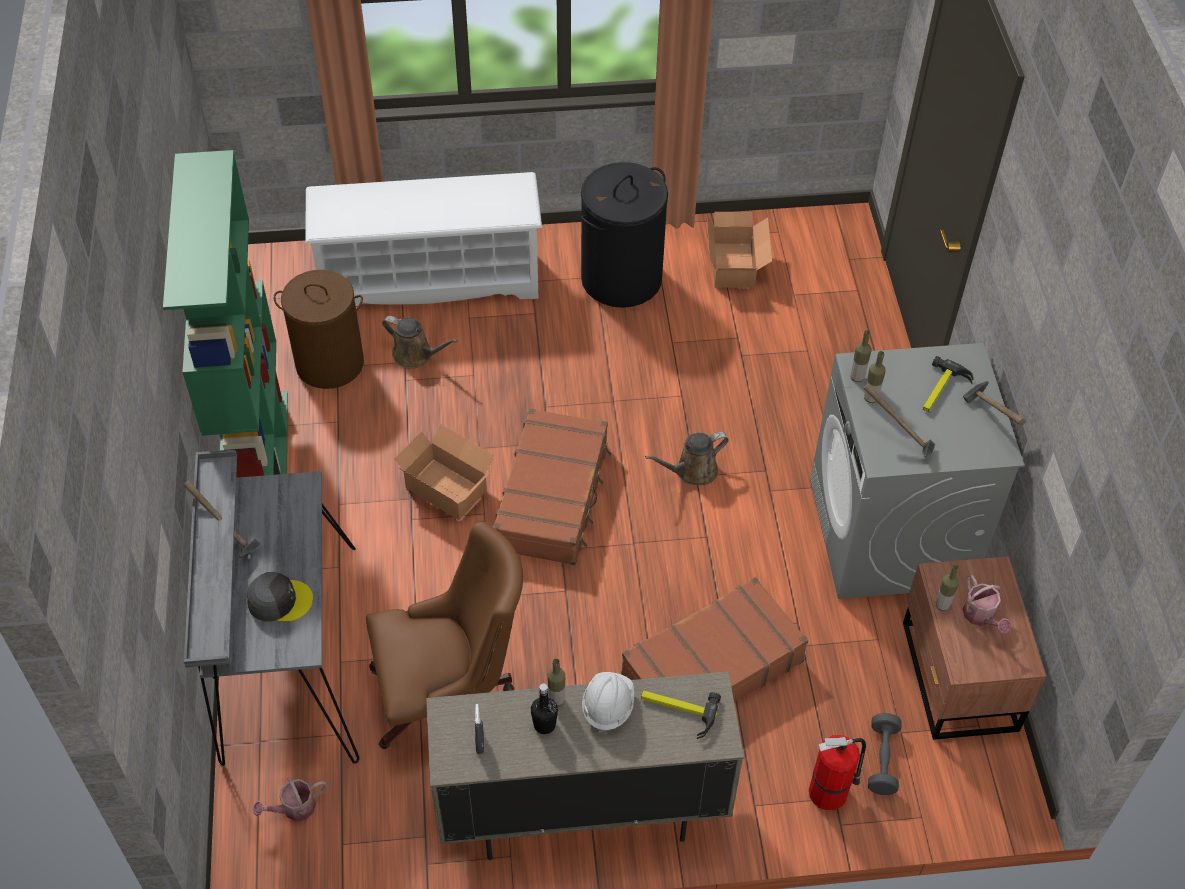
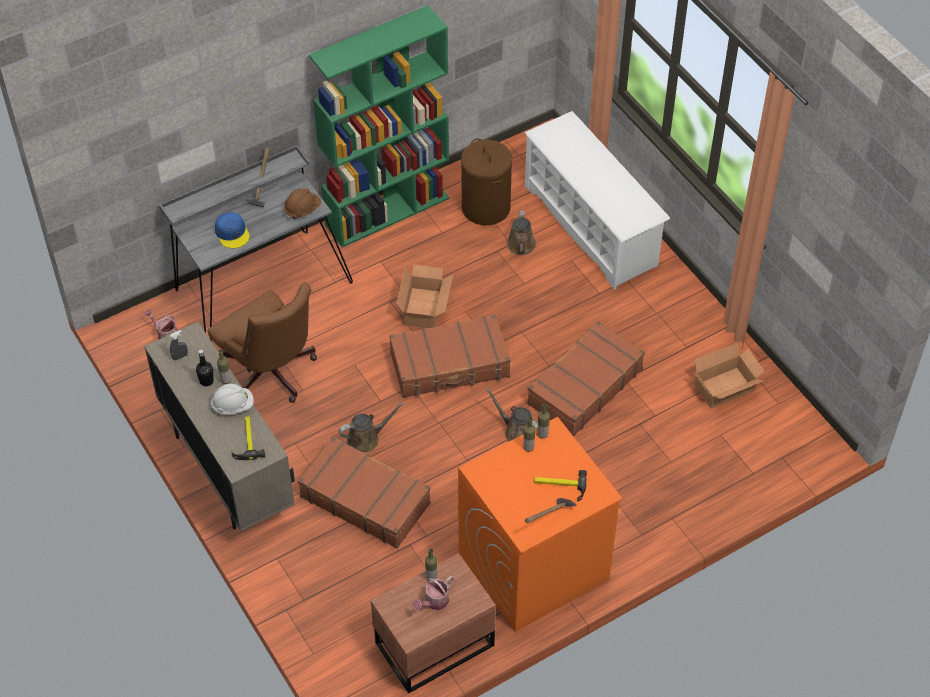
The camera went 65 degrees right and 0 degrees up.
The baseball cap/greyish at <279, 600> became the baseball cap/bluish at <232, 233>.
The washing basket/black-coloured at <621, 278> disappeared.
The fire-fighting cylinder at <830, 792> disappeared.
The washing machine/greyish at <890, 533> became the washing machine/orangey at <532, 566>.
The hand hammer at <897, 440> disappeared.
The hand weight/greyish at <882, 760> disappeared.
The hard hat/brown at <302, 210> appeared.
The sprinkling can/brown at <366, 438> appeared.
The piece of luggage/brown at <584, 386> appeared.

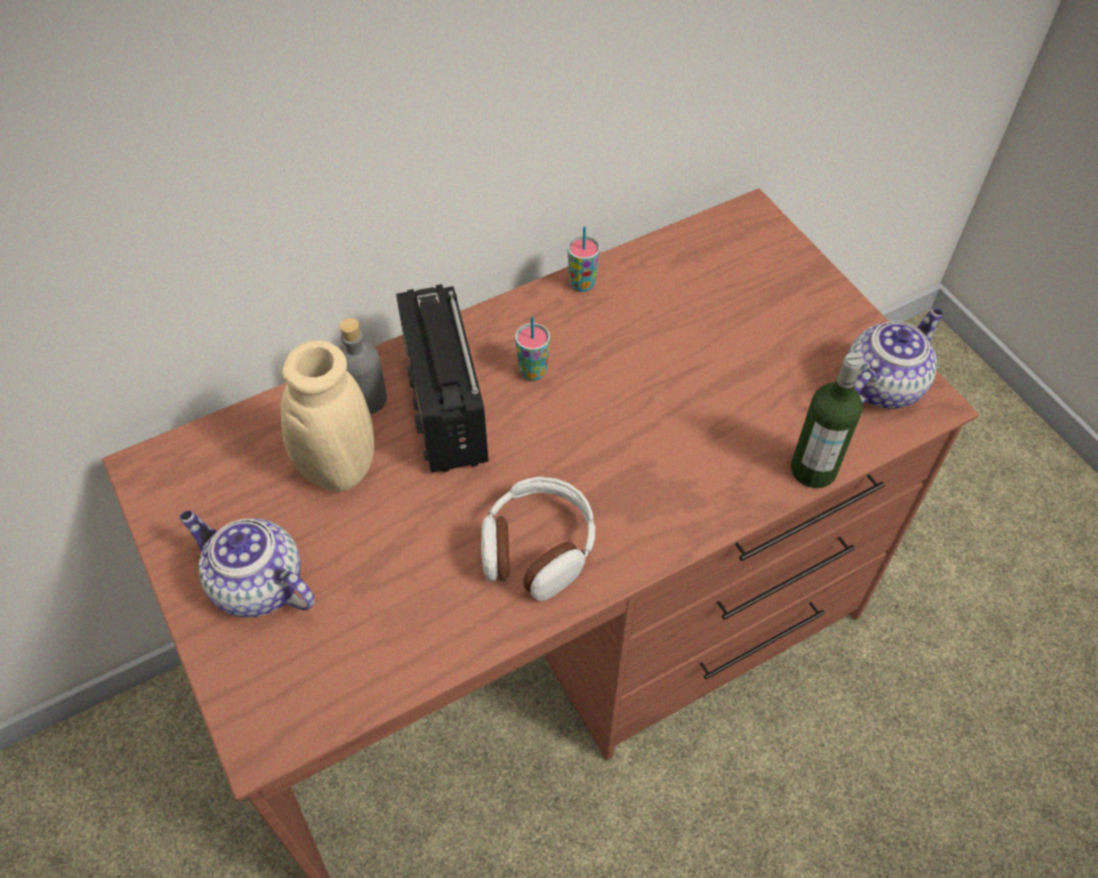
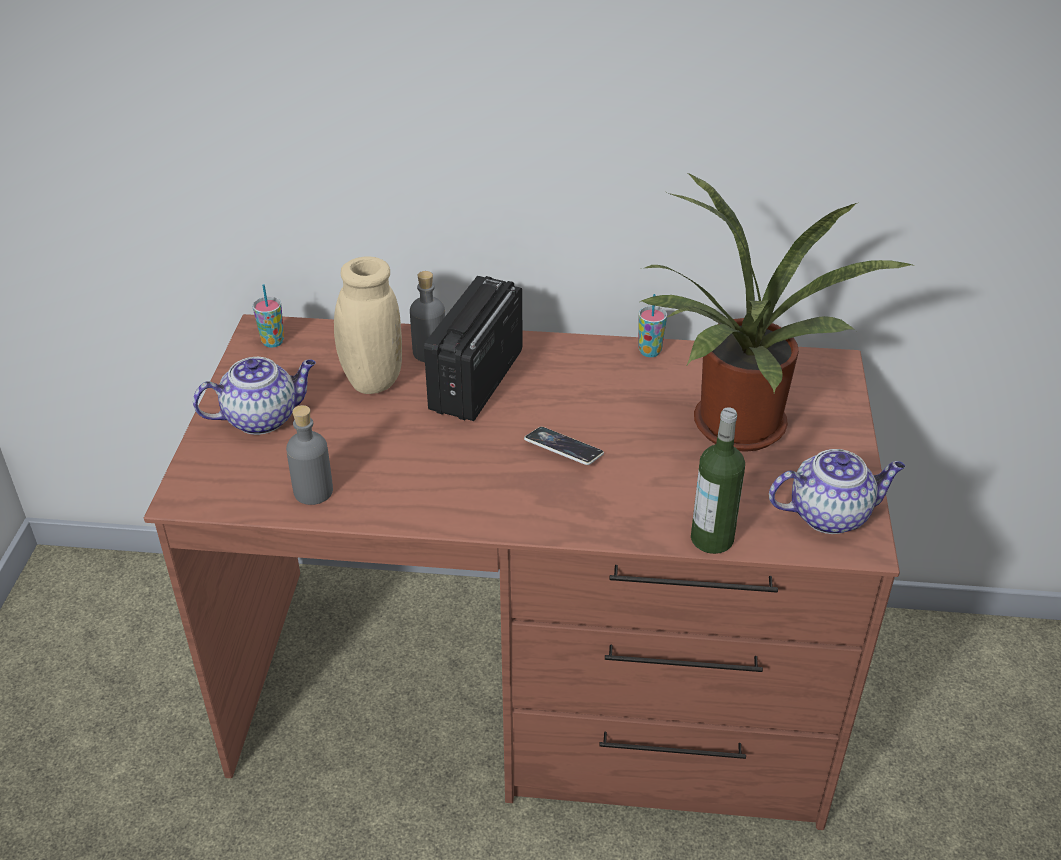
The camera went 35 degrees right and 15 degrees down.
The tea pot at <256, 585> turned 90 degrees clockwise.
The pair of headphones at <537, 547> disappeared.
The small cup moved from <533, 371> to <273, 342>.
The bottle/greyish at <313, 491> appeared.
The phone at <563, 449> appeared.
The potted plant at <736, 432> appeared.

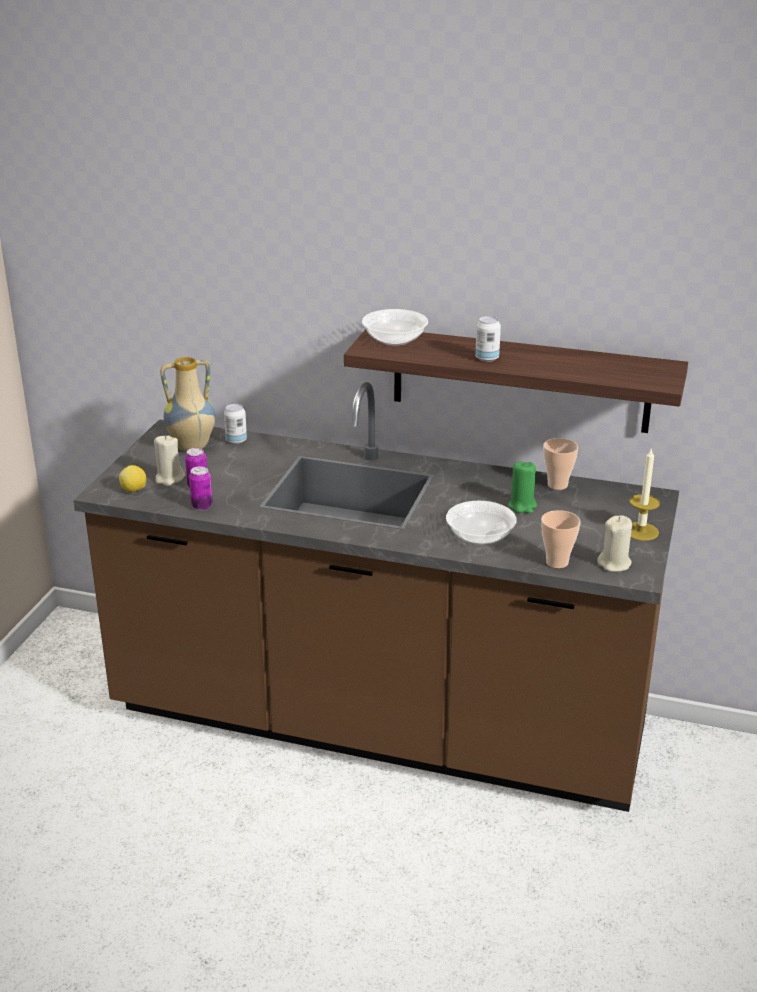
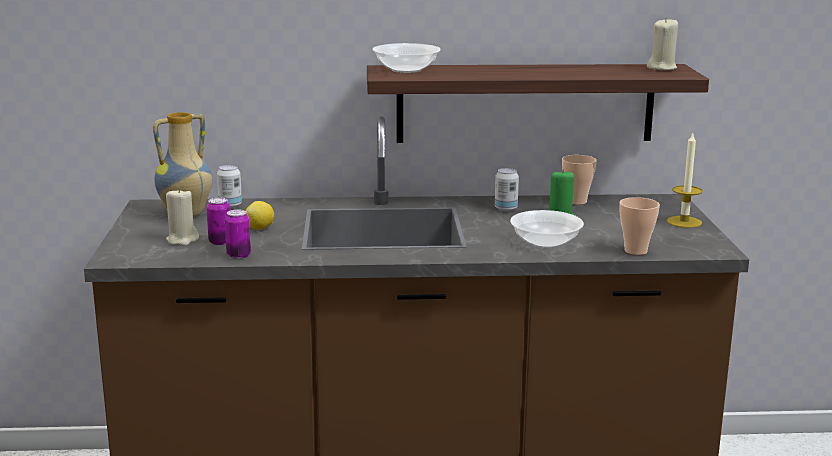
The camera went 20 degrees left and 10 degrees down.
The citrus fruit moved from <134, 490> to <260, 228>.
The metal can moved from <487, 358> to <506, 209>.
The wax light/sand-coloured moved from <614, 564> to <662, 68>.

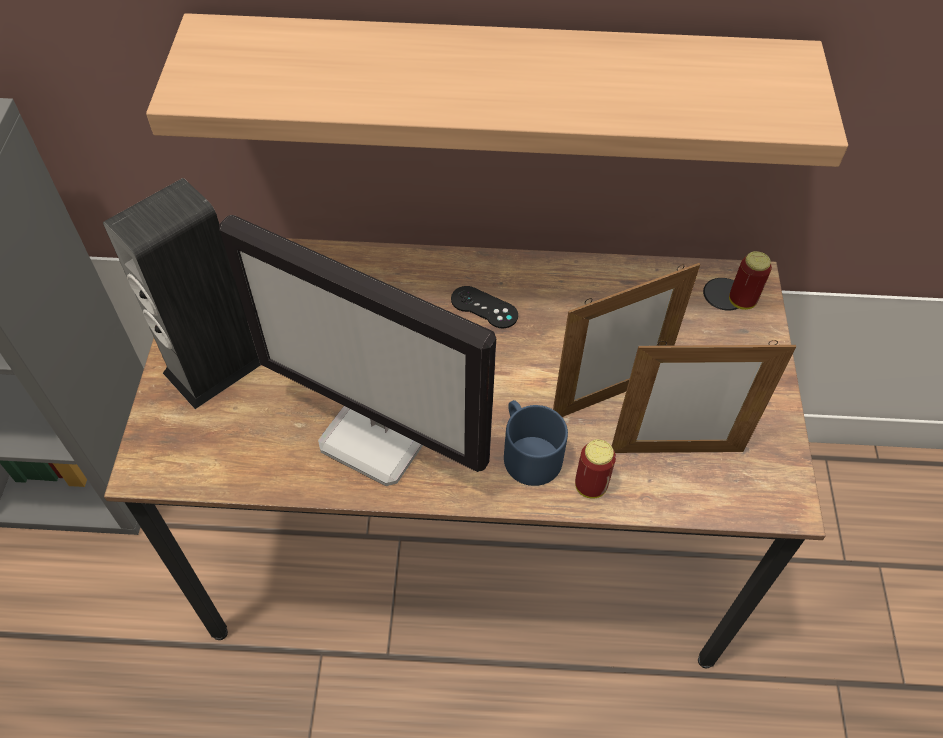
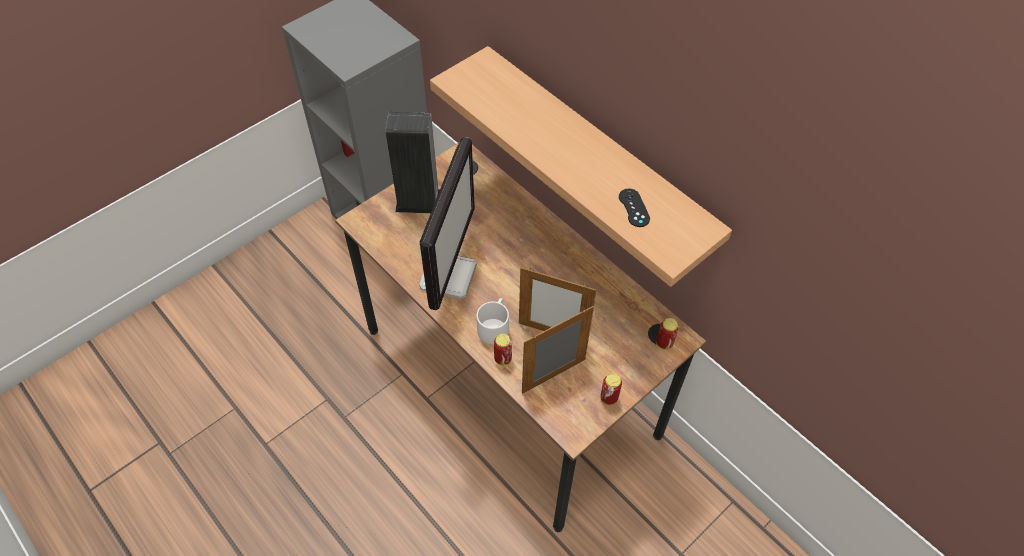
The camera went 45 degrees right and 0 degrees up.
The computer screen at <381, 435> turned 150 degrees counterclockwise.
The game controller/black-coloured moved from <484, 307> to <634, 208>.
The coffee mug/bluish at <526, 452> became the coffee mug/white-coloured at <494, 326>.
The photo frame at <676, 451> turned 105 degrees clockwise.
The metal can at <608, 398> appeared.

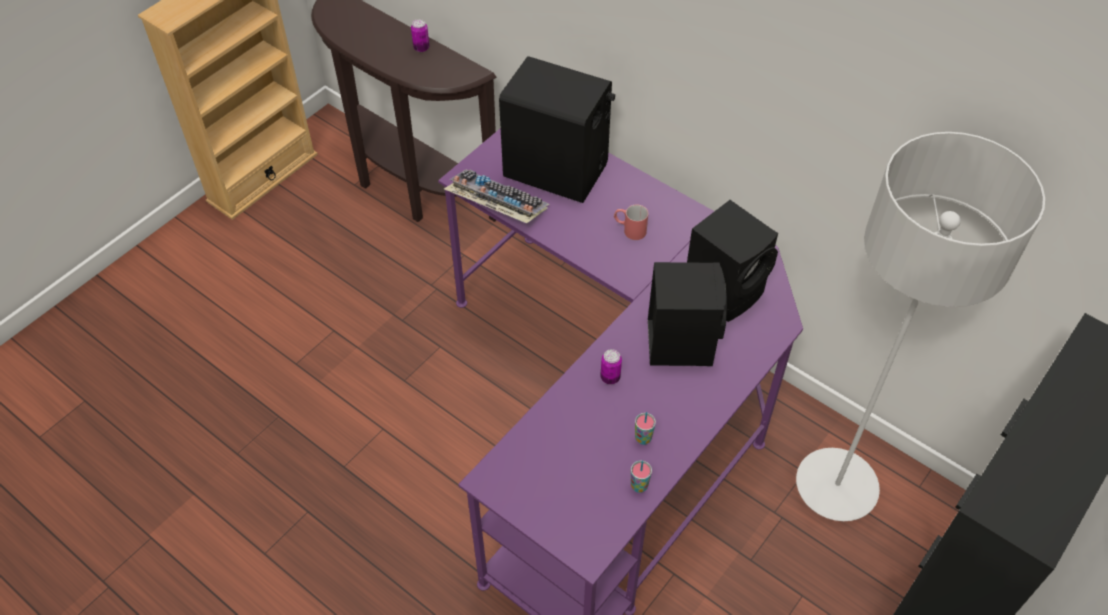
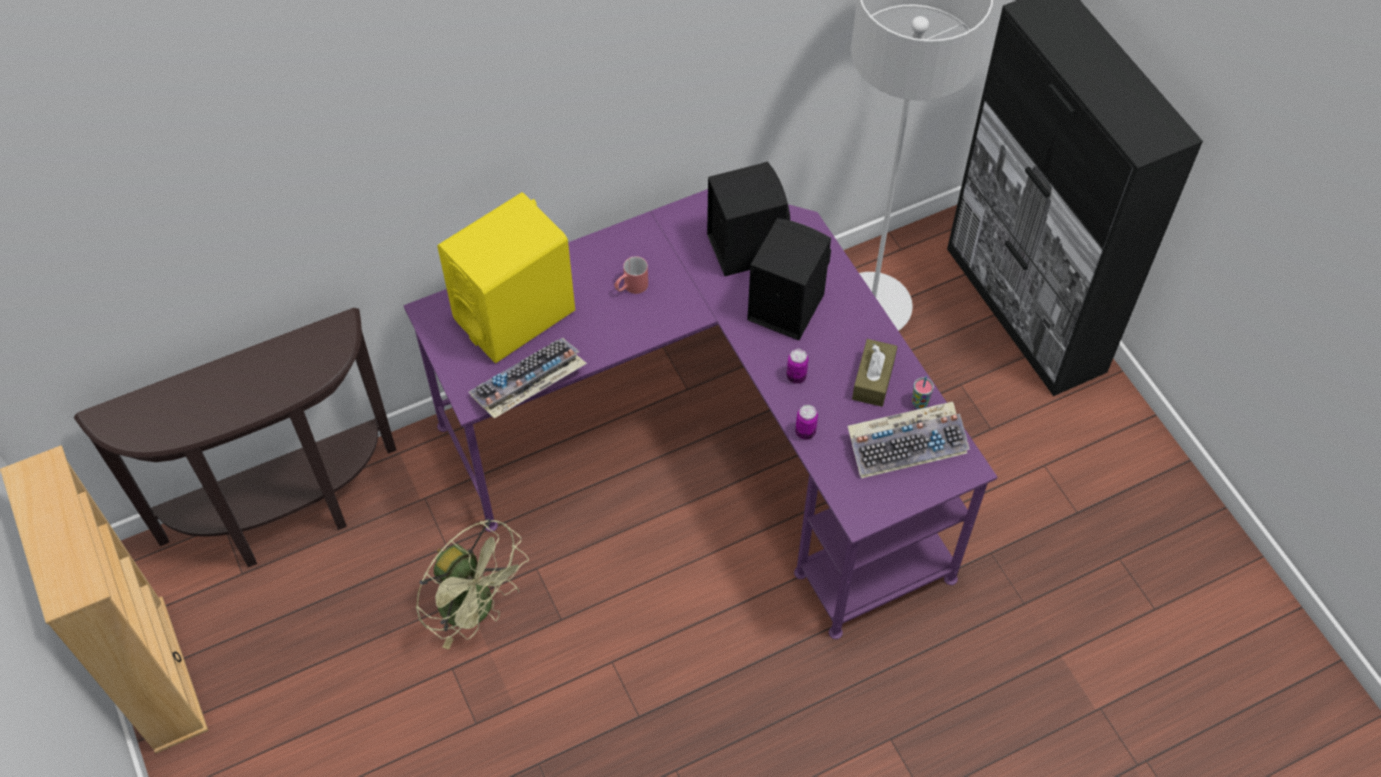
The camera went 65 degrees left and 5 degrees up.
The metal can moved from <421, 48> to <805, 432>.
The speaker/black-coloured at <556, 170> became the speaker/yellow at <515, 315>.
The small cup at <643, 438> was replaced by the box of tissues/brown at <873, 379>.
The fan/green at <476, 609> appeared.
The computer keyboard at <907, 444> appeared.

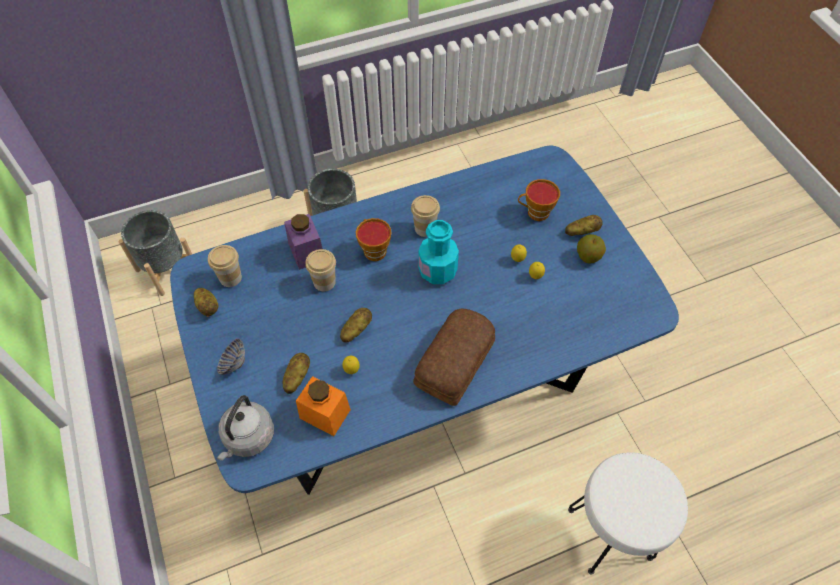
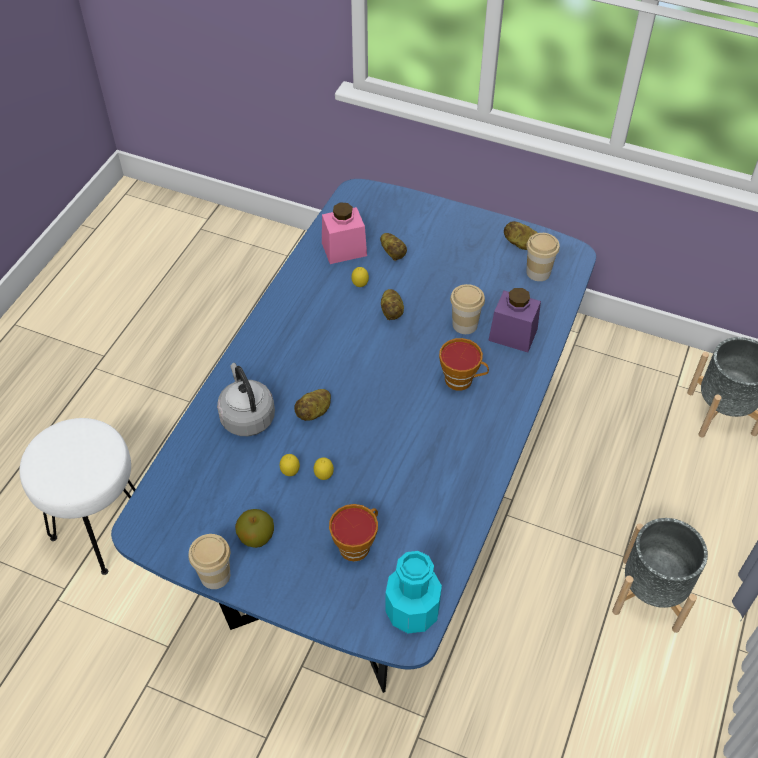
The camera went 135 degrees right and 5 degrees down.
The serving bowl at <233, 363> disappeared.
The tea kettle/greyish moved from <248, 438> to <246, 416>.
The storage jar/orangey at <325, 414> became the storage jar/pink-coloured at <344, 249>.
The small cup moved from <425, 228> to <215, 575>.
The bakery bread at <457, 362> disappeared.
The bottle/blue-green moved from <437, 271> to <412, 611>.
The potato moved from <581, 232> to <314, 412>.

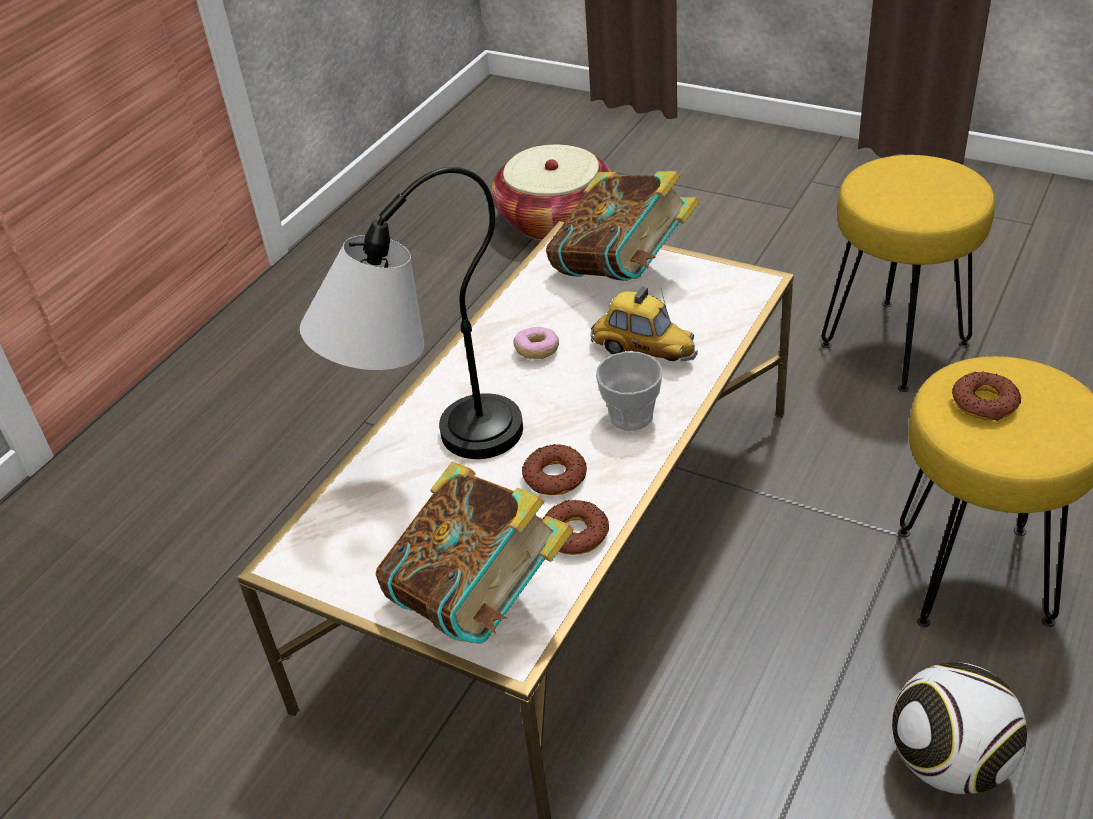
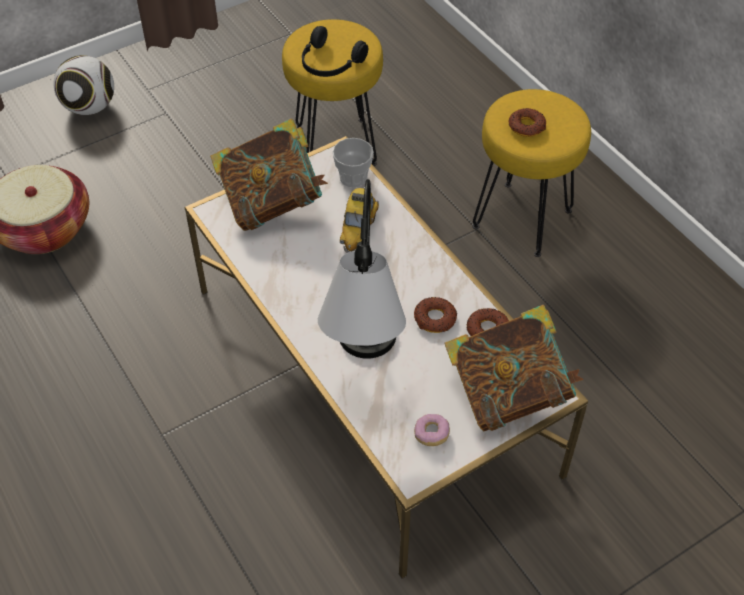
The camera went 65 degrees left and 10 degrees up.
The doughnut moved from <537, 351> to <431, 434>.
The model car at <643, 351> turned 135 degrees clockwise.
The small cup moved from <631, 416> to <353, 177>.
The football moved from <949, 763> to <90, 108>.
The pair of headphones/black-coloured at <329, 64> appeared.

